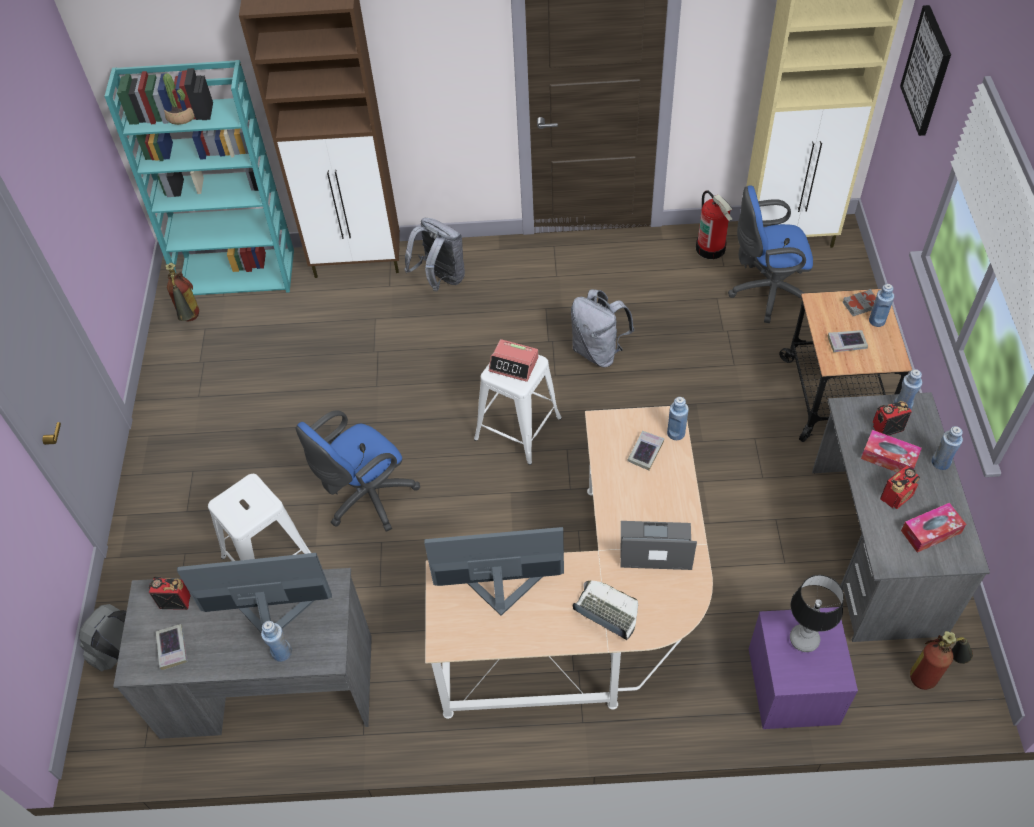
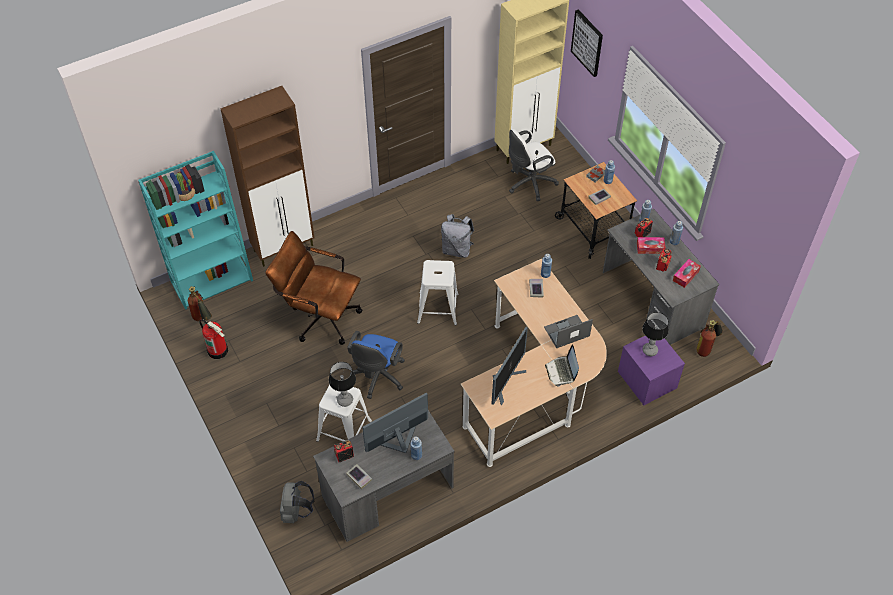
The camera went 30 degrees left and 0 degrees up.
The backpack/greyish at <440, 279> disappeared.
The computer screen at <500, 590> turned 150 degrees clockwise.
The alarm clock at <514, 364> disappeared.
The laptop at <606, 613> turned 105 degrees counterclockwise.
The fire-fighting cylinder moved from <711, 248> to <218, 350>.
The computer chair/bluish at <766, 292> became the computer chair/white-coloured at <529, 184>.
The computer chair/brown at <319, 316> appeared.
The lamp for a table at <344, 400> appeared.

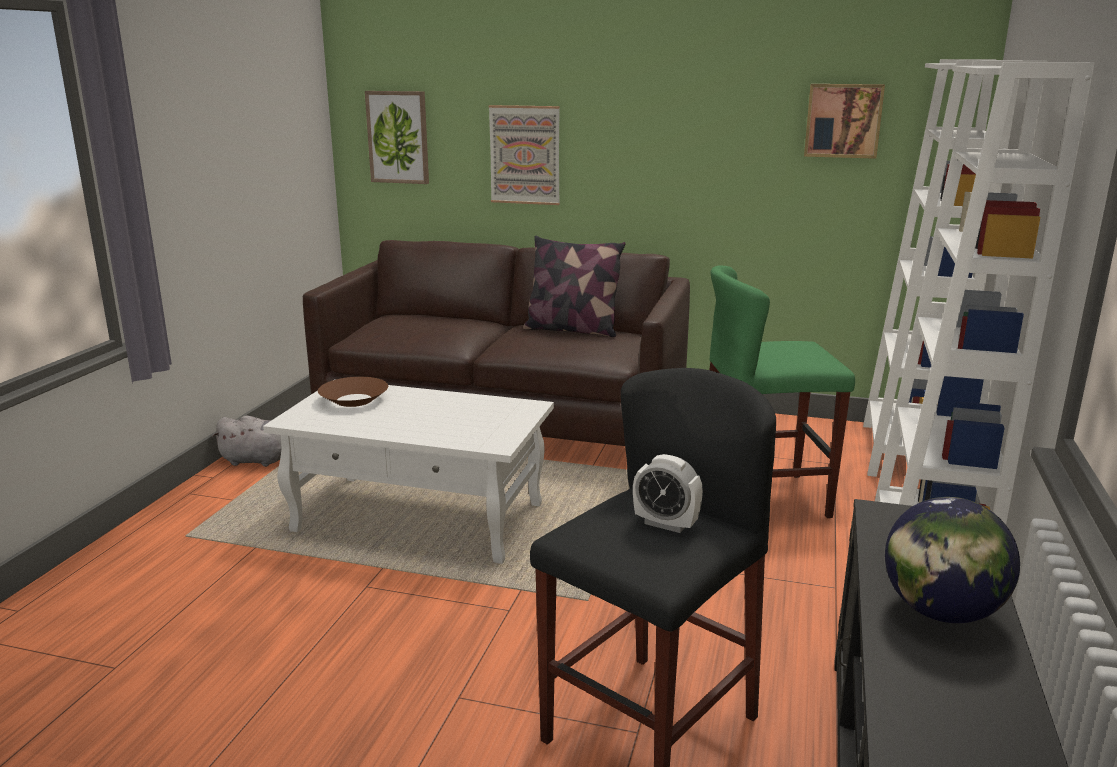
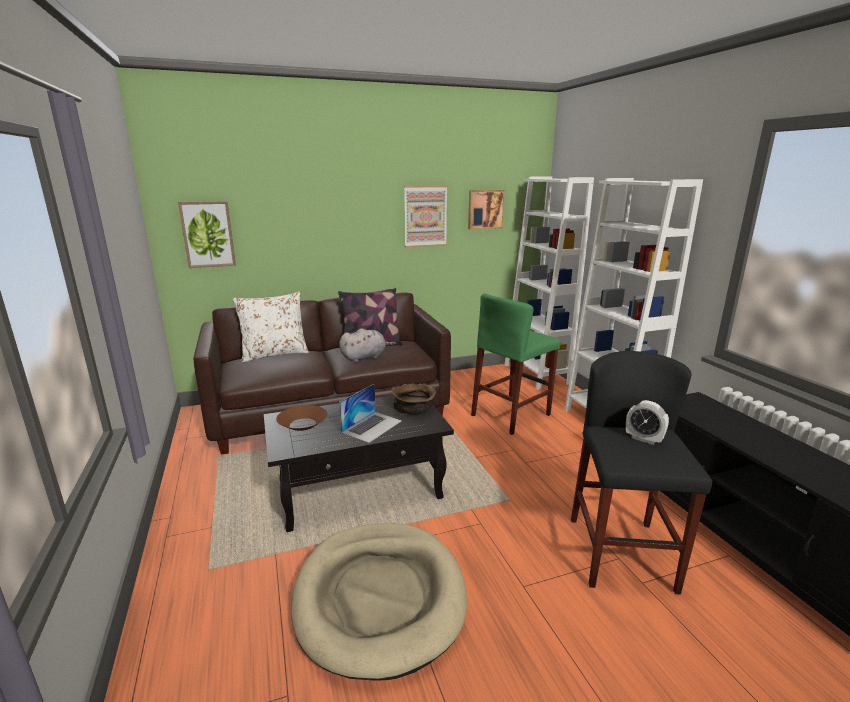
The camera went 35 degrees left and 0 degrees up.
The plush toy/greyish moved from <259, 461> to <365, 357>.
The lounge table/white-coloured at <421, 518> became the lounge table/black-coloured at <360, 489>.
The picture moved from <525, 155> to <425, 216>.
The alarm clock at <665, 524> turned 45 degrees clockwise.
The world globe at <941, 612> disappeared.
The cushion/white-coloured at <274, 354> appeared.
The dog cushion/sand-coloured at <379, 597> appeared.
The laptop at <372, 426> appeared.
The serving bowl/brown at <414, 408> appeared.

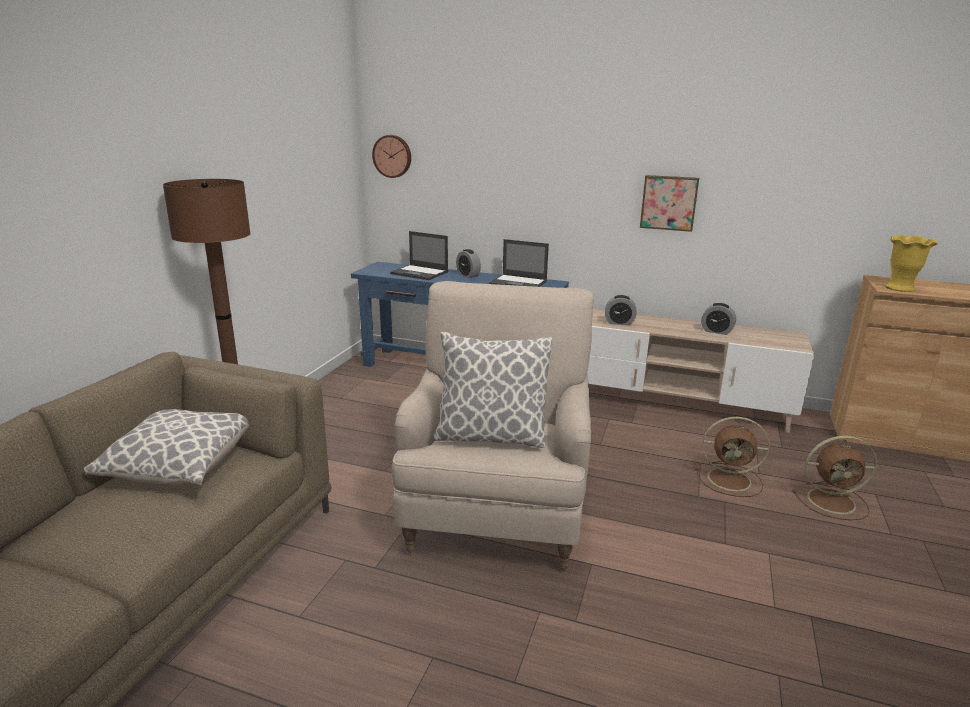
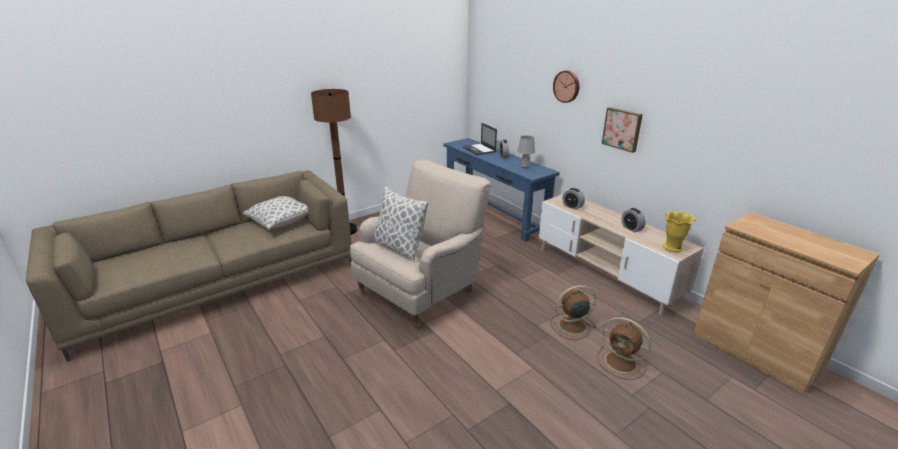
The camera went 35 degrees right and 5 degrees up.
The wall clock moved from <392, 156> to <567, 86>.
The laptop at <519, 283> was replaced by the lamp for a table/greyish at <525, 167>.
The fan/brown at <731, 480> turned 120 degrees clockwise.
The decorative vase/yellow moved from <899, 288> to <672, 248>.

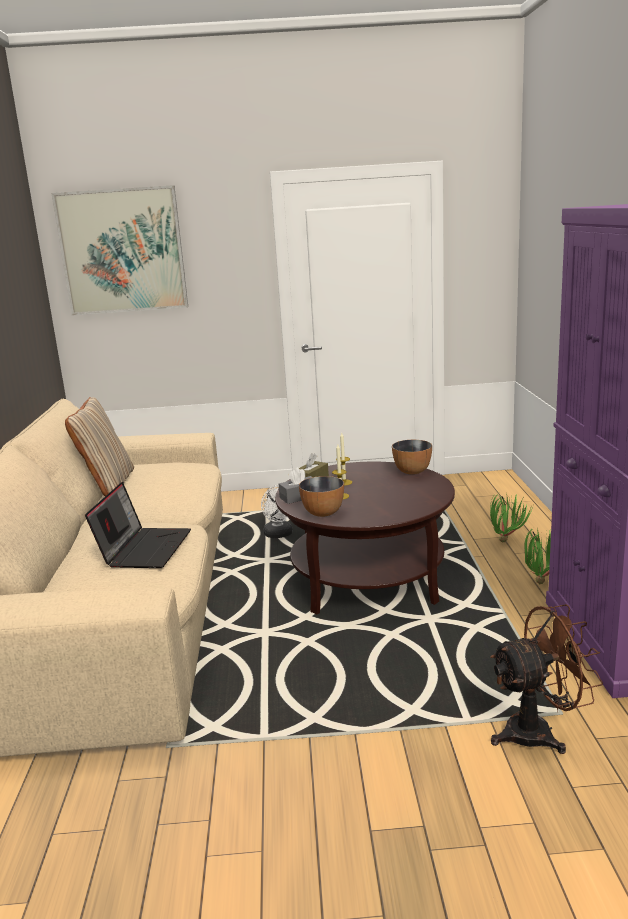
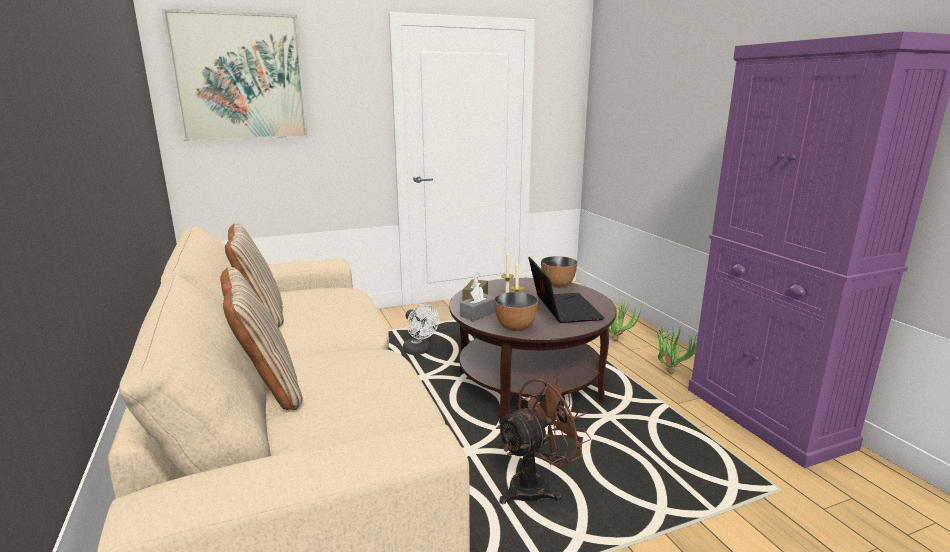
The camera went 20 degrees left and 0 degrees up.
The laptop moved from <144, 548> to <562, 308>.
The fan/brown moved from <539, 732> to <536, 486>.
The cushion/sand-coloured at <267, 388> appeared.

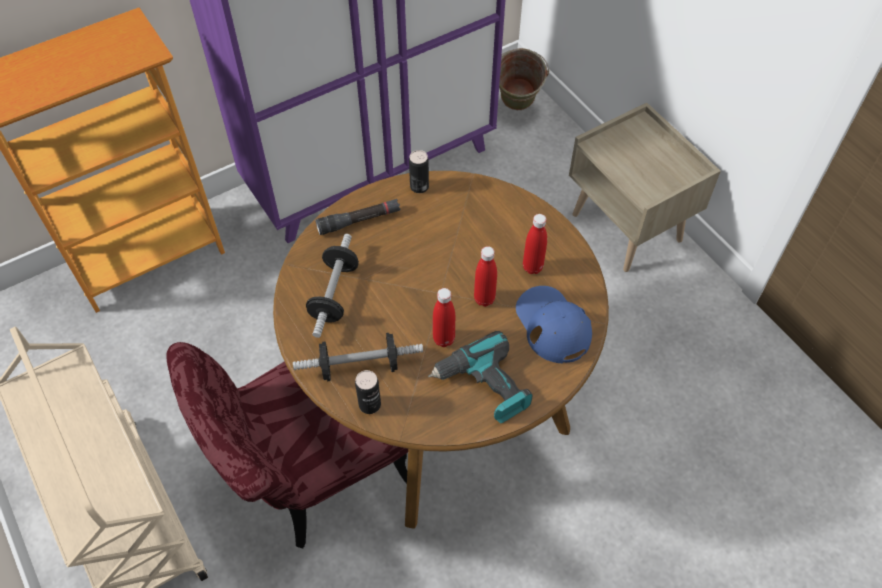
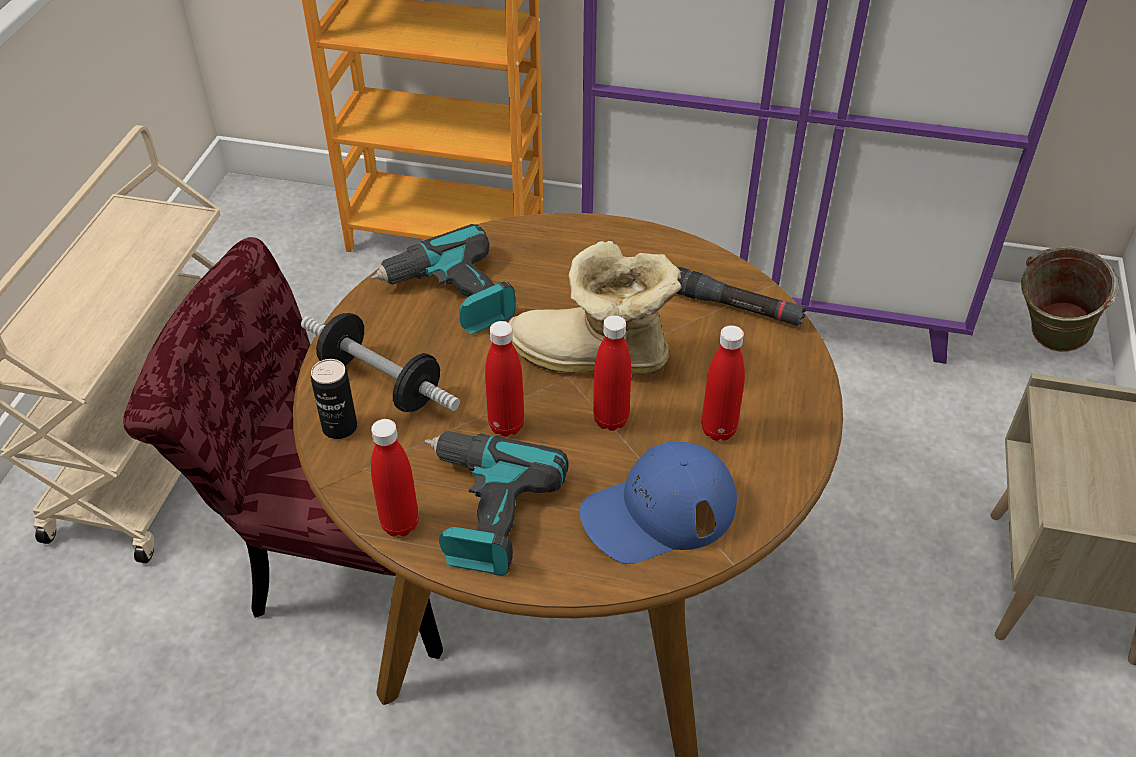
The camera went 45 degrees right and 10 degrees down.
The hand weight at <334, 294> was replaced by the drill at <452, 296>.
The torch/black-coloured moved from <359, 221> to <735, 307>.
The metal can at <419, 187> disappeared.
The baseball cap/bluish at <552, 325> turned 135 degrees counterclockwise.
The bottle/reddish at <400, 524> appeared.
The high-top boot at <591, 360> appeared.

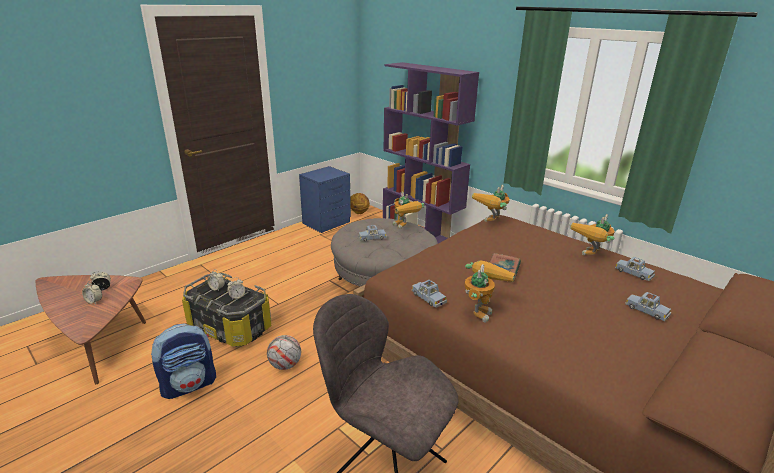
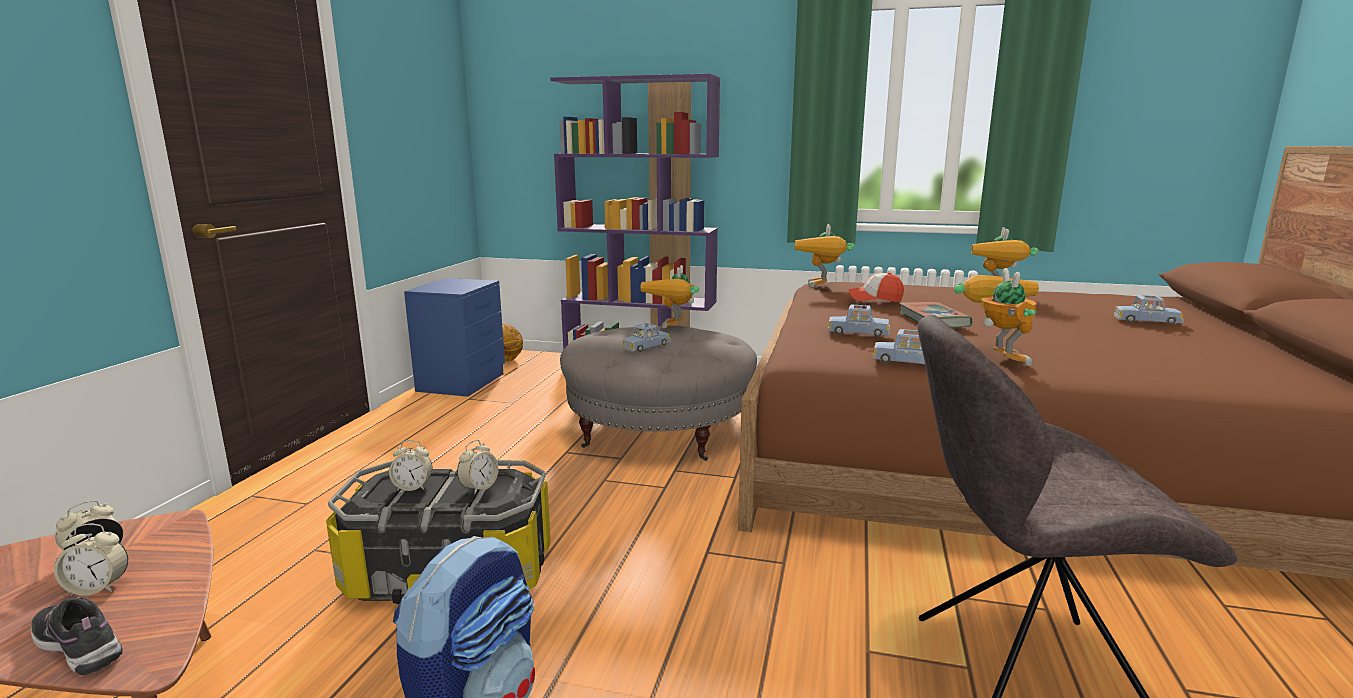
The camera went 30 degrees left and 10 degrees down.
The football at <285, 365> disappeared.
The toy robot at <405, 227> turned 75 degrees clockwise.
The model car/bluish moved from <633, 273> to <858, 333>.
The item of footwear at <79, 646> appeared.
The baseball cap at <875, 299> appeared.

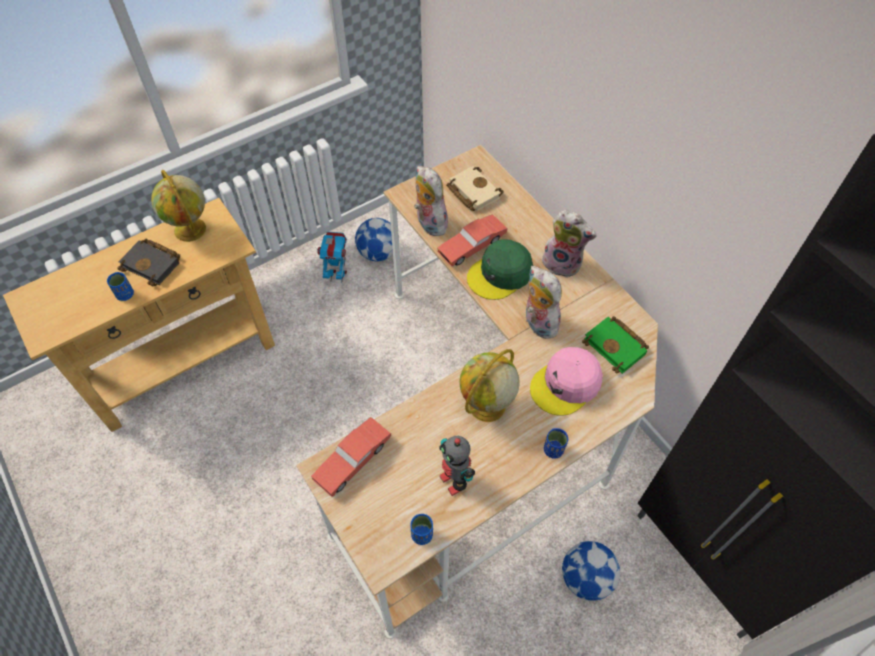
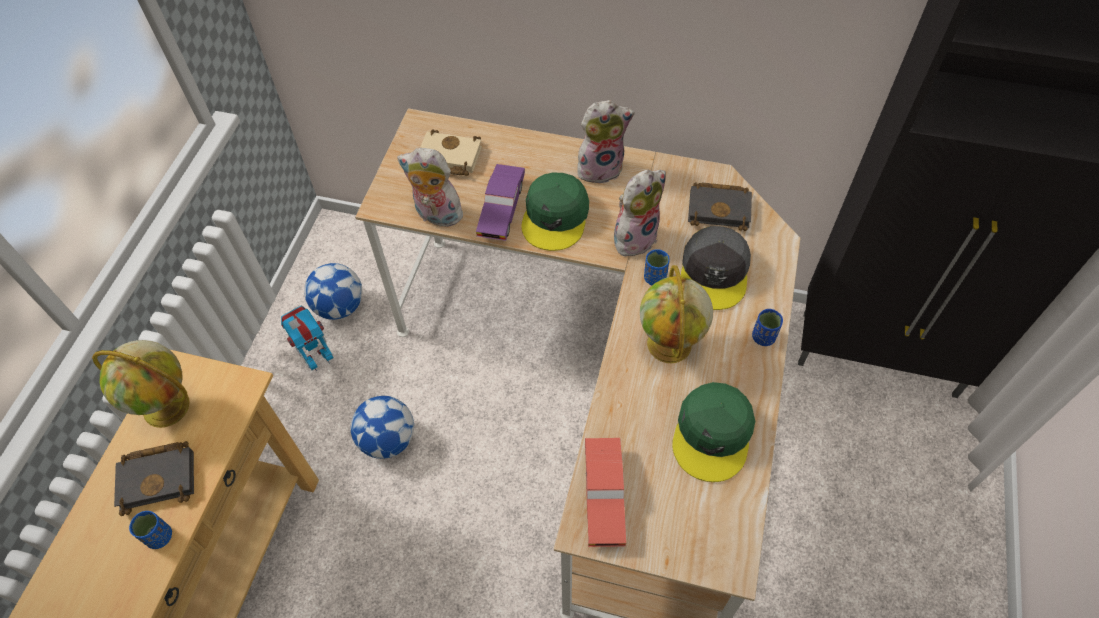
The camera went 40 degrees left and 0 degrees up.
The small cup/bluish moved from <422, 534> to <655, 278>.
The model car/reddish at <472, 246> became the model car/purple-coloured at <501, 209>.
The toy robot at <454, 481> was replaced by the baseball cap/green at <713, 434>.
The plush toy at <537, 323> turned 120 degrees clockwise.
The baseball cap/pink-coloured at <566, 384> became the baseball cap/greyish at <714, 272>.
The football moved from <586, 577> to <387, 439>.
The volume/green at <617, 347> became the volume/black-coloured at <720, 208>.

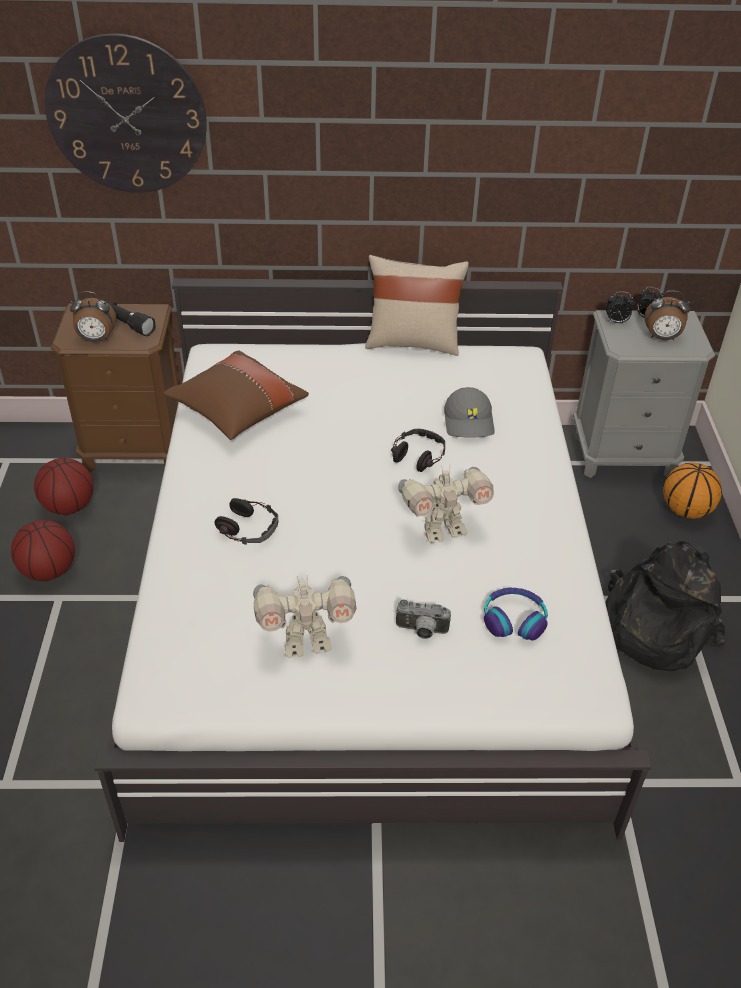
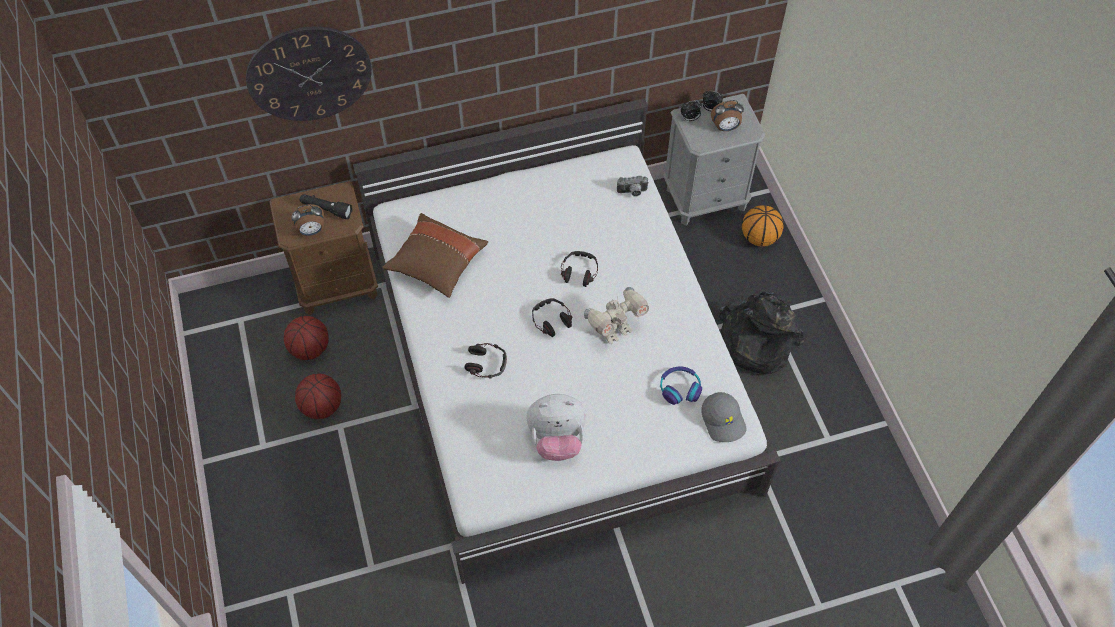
The camera went 15 degrees left and 15 degrees up.
The toy robot at <306, 642> was replaced by the plush toy at <557, 439>.
The cushion/sand-coloured at <413, 342> disappeared.
The photo camera moved from <421, 631> to <632, 192>.
The baseball cap/greyish moved from <469, 422> to <724, 420>.
The pair of headphones at <551, 320> appeared.

